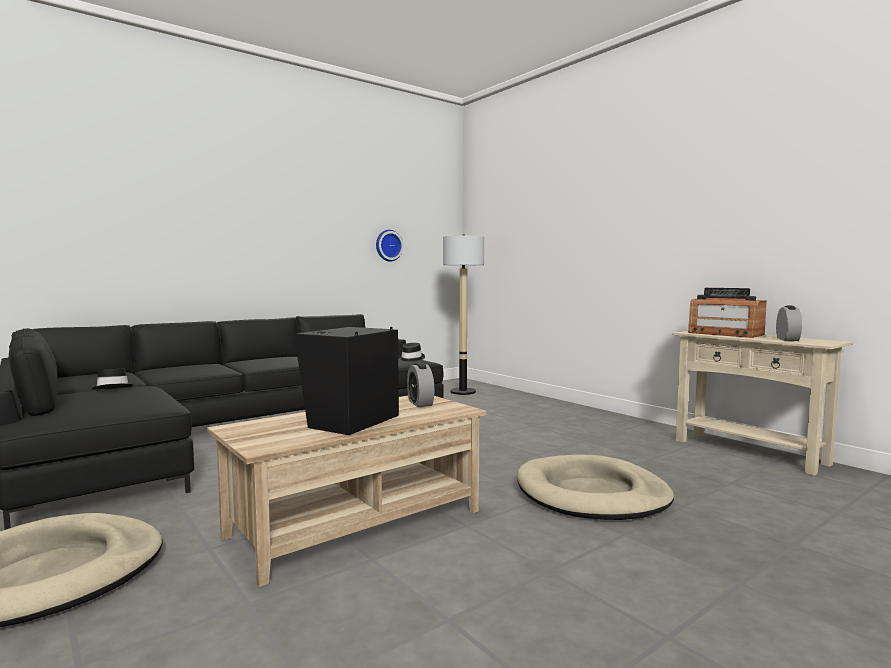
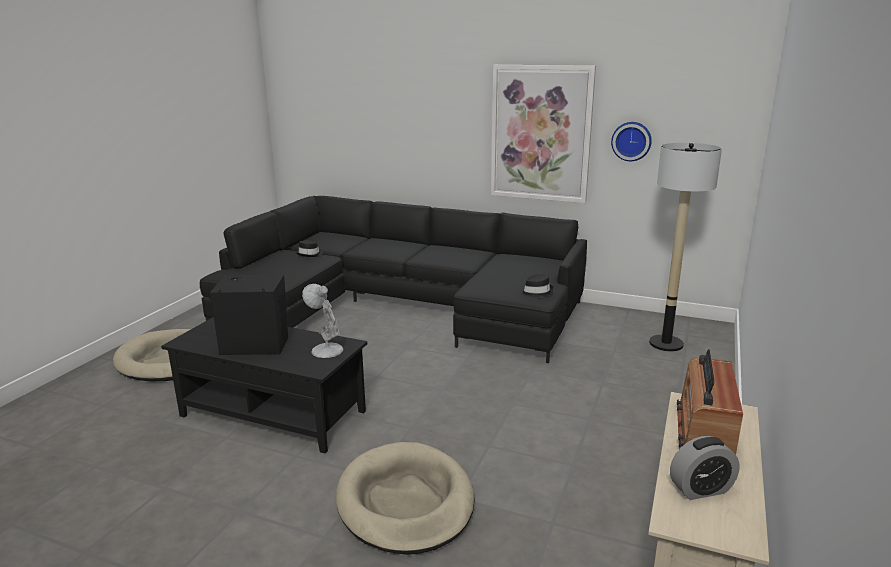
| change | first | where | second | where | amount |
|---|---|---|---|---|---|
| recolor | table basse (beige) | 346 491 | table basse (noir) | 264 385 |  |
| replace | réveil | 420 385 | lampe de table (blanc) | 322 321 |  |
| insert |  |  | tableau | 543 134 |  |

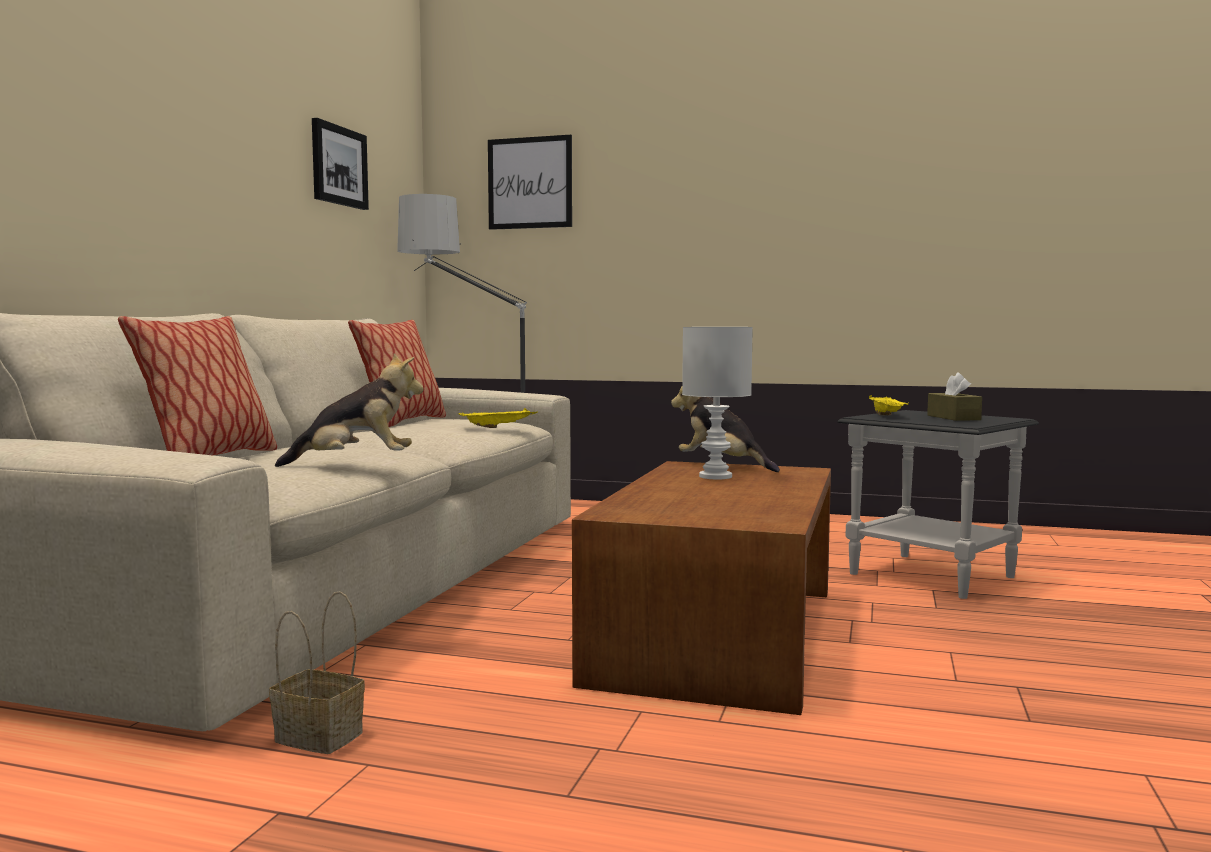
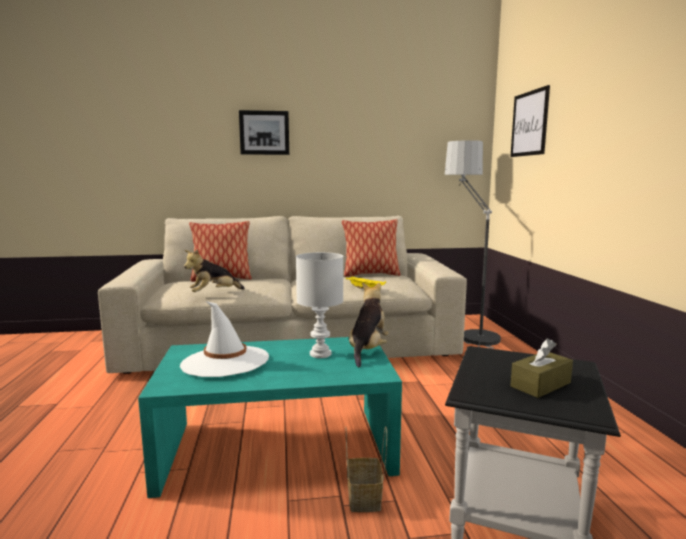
| change | first | where | second | where | amount |
|---|---|---|---|---|---|
| move | panier | 317 672 |  | 366 469 |  |
| rotate | peluche | 349 410 |  | 214 270 | 90 degrees clockwise |
| move | tableau | 340 164 |  | 264 132 |  |
| recolor | table basse (marron) | 701 588 | table basse (turquoise) | 270 417 |  |
| delete | plateau (jaune) | 888 405 |  |  |  |
| insert |  |  | chapeau (blanc) | 224 339 |  |

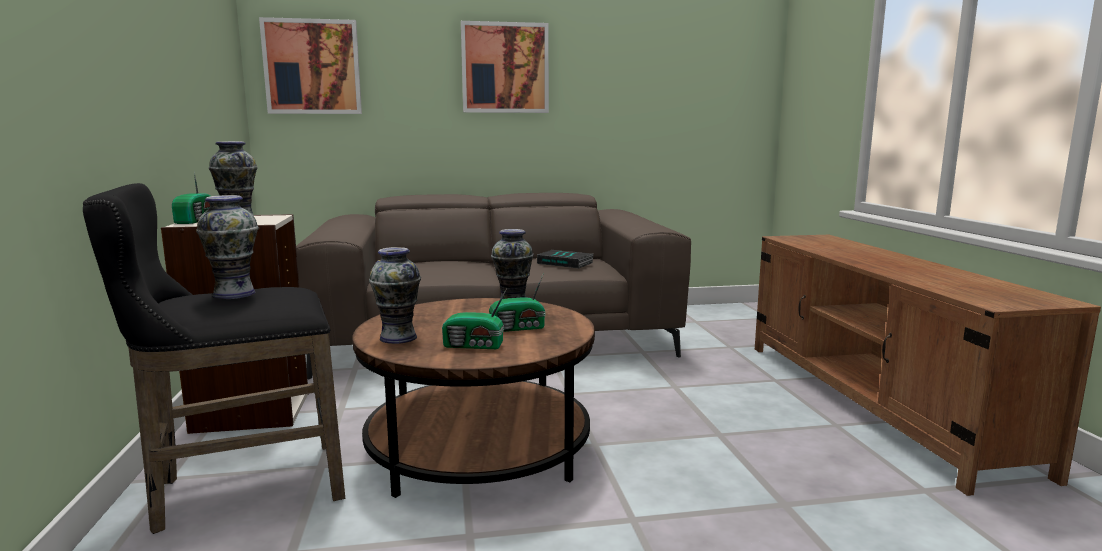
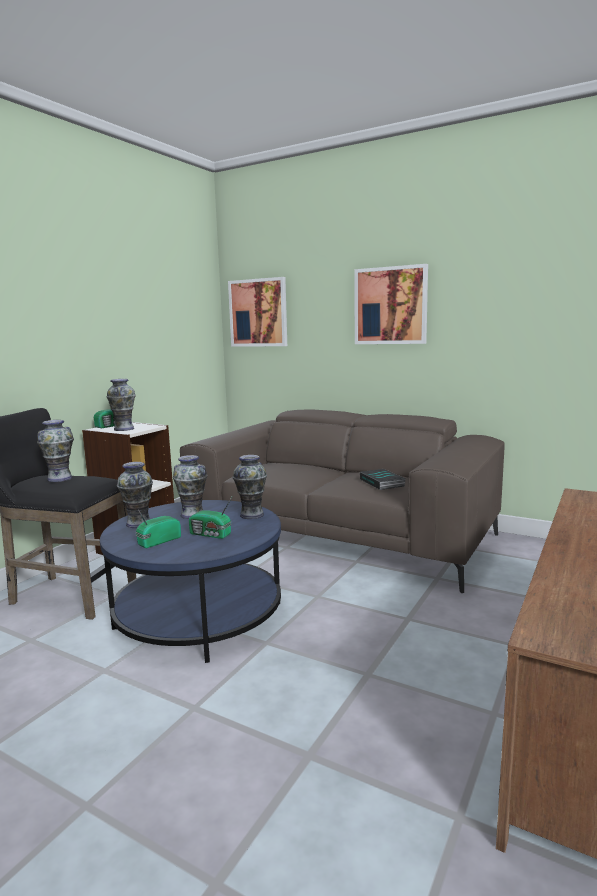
| change | first | where | second | where | amount |
|---|---|---|---|---|---|
| recolor | table basse (marron) | 473 398 | table basse (bleu) | 190 581 |  |
| rotate | radio | 474 319 |  | 158 528 | 90 degrees clockwise |
| insert |  |  | vase | 190 487 |  |

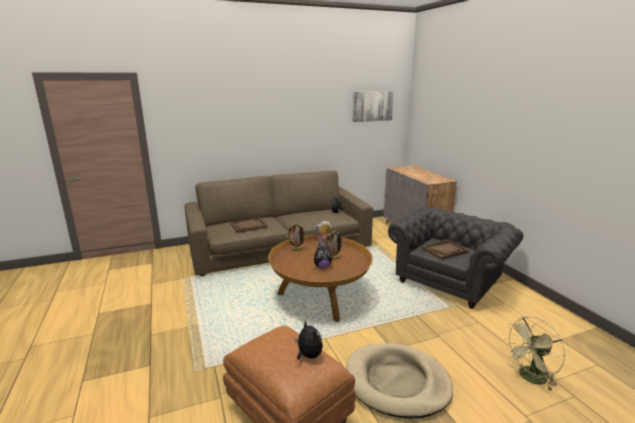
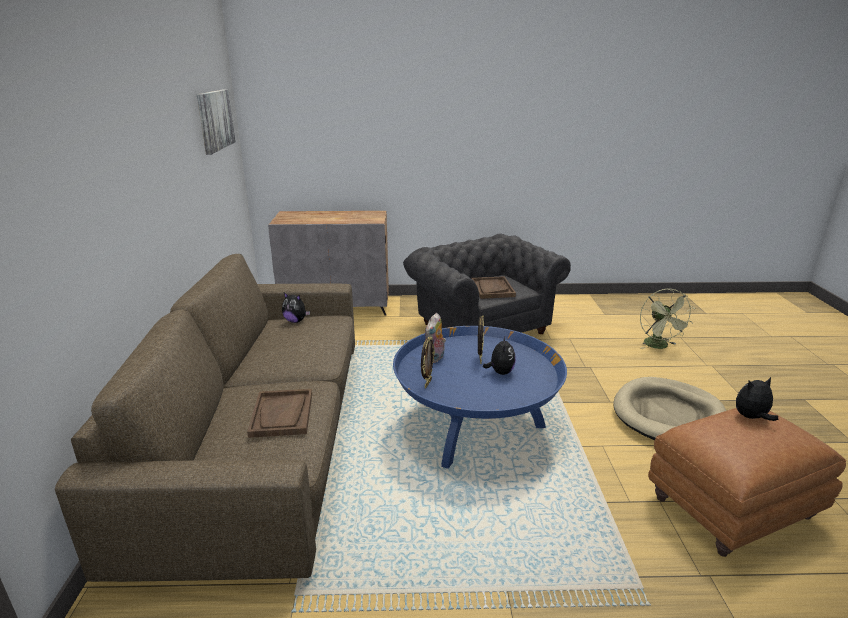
| change | first | where | second | where | amount |
|---|---|---|---|---|---|
| recolor | table basse (marron) | 320 278 | table basse (bleu) | 480 397 |  |

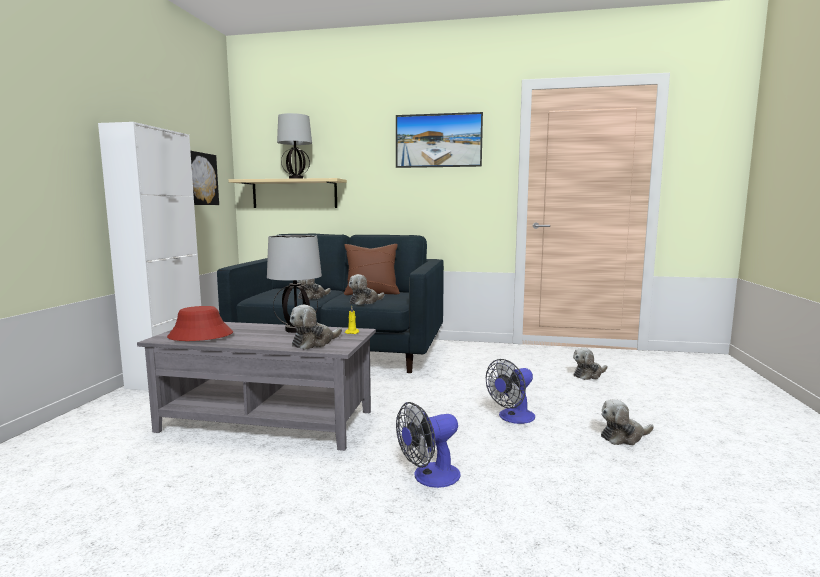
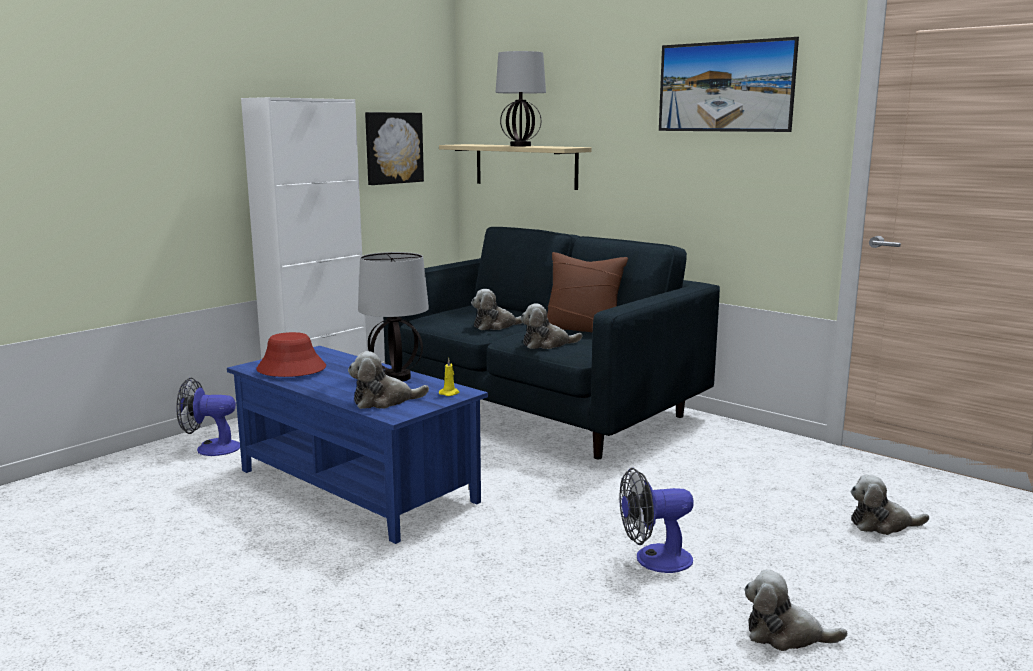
| change | first | where | second | where | amount |
|---|---|---|---|---|---|
| recolor | table basse (gris) | 256 386 | table basse (bleu) | 357 445 |  |
| move | ventilateur | 428 445 |  | 208 417 |  |

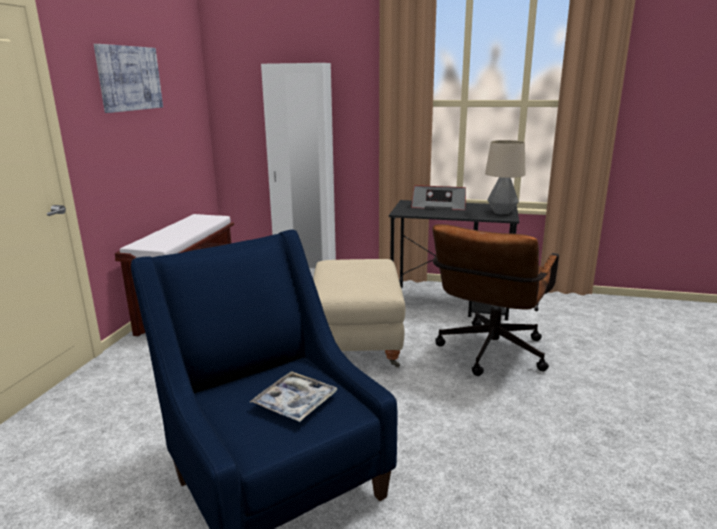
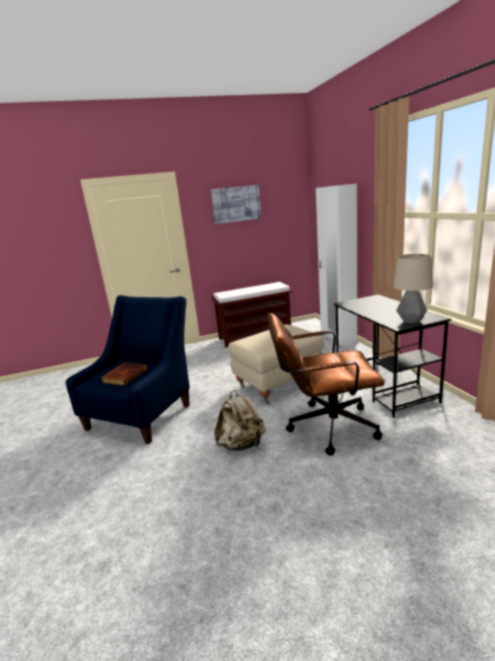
| change | first | where | second | where | amount |
|---|---|---|---|---|---|
| replace | plateau | 294 396 | livre | 124 374 |  |
| delete | radio | 438 197 |  |  |  |
| insert |  |  | sac à dos (beige) | 240 420 |  |

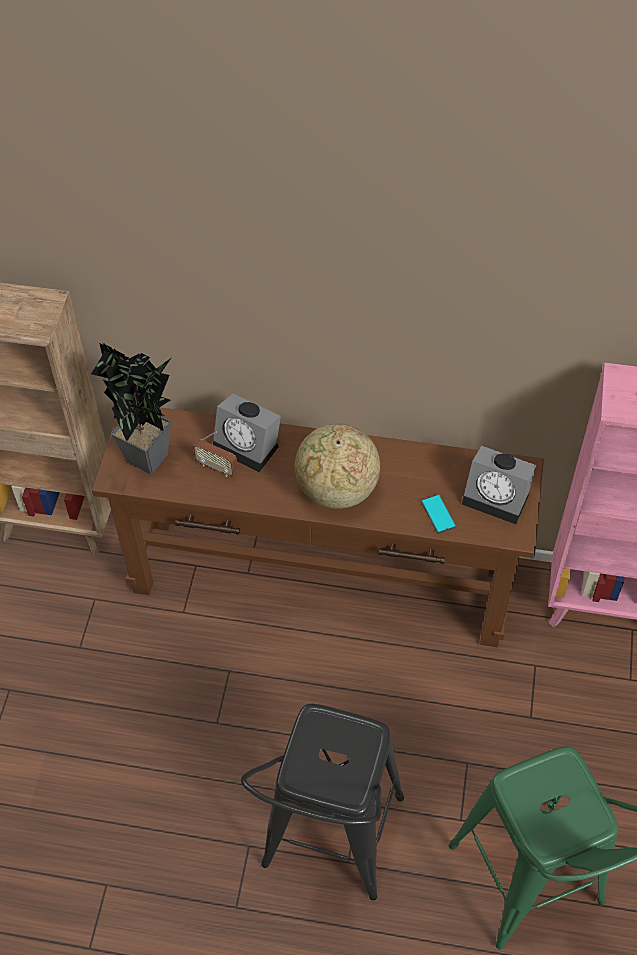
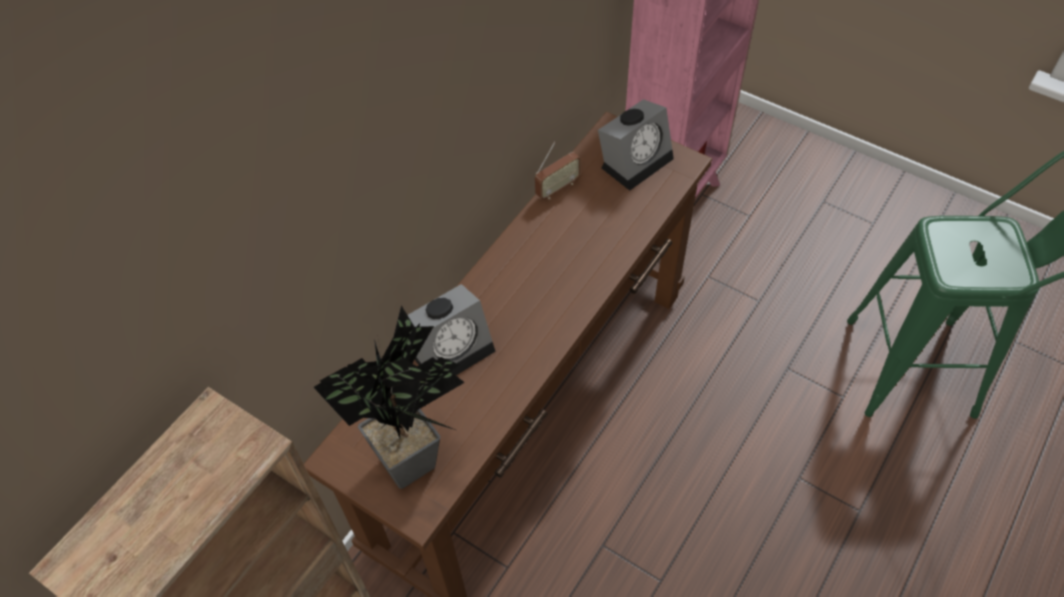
| change | first | where | second | where | amount |
|---|---|---|---|---|---|
| move | radio | 215 454 |  | 558 171 |  |
| delete | tabouret (noir) | 322 802 |  |  |  |
| delete | globe | 337 466 |  |  |  |
| delete | téléphone | 438 514 |  |  |  |

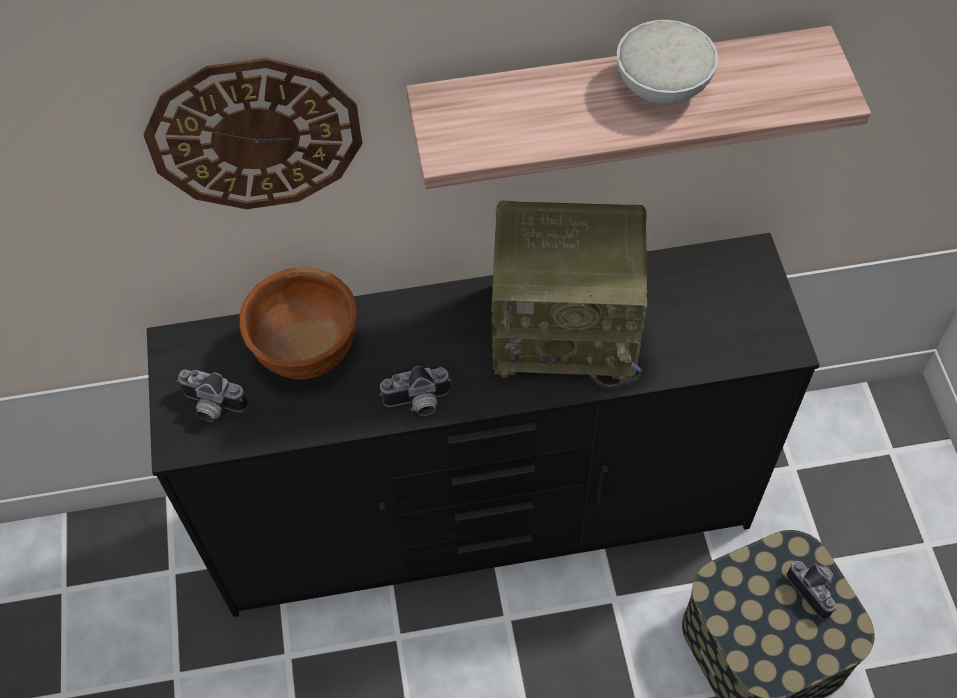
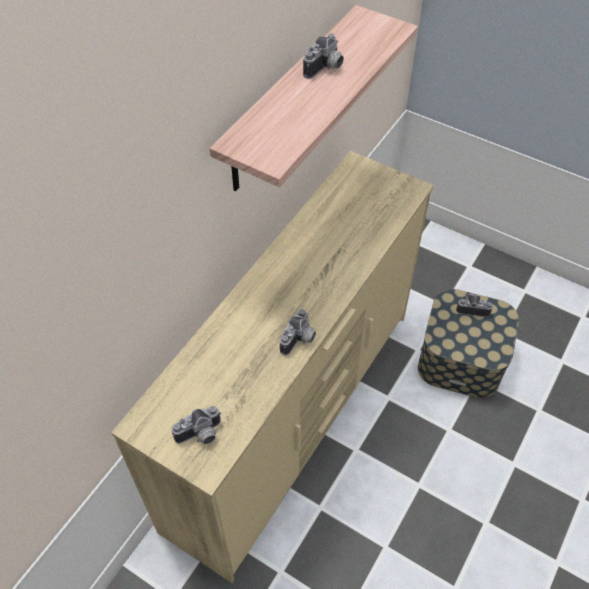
| change | first | where | second | where | amount |
|---|---|---|---|---|---|
| delete | horloge murale | 253 133 |  |  |  |
| recolor | commode (noir) | 483 425 | commode (beige) | 272 367 |  |
| delete | bol (marron) | 298 323 |  |  |  |
| delete | radio | 569 295 |  |  |  |
| replace | bol (blanc) | 667 62 | appareil photo | 323 56 |  |

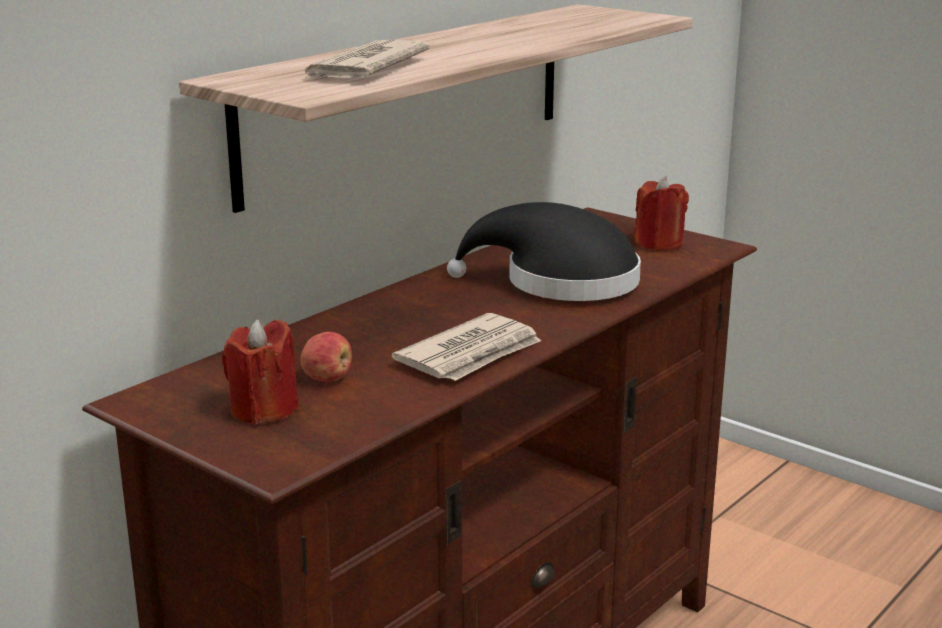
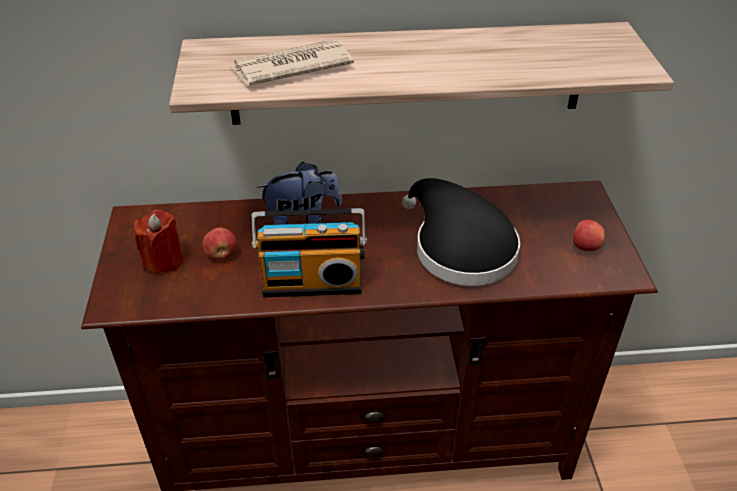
| change | first | where | second | where | amount |
|---|---|---|---|---|---|
| replace | journal | 466 347 | radio | 309 252 |  |
| replace | bougie (rouge) | 661 213 | pomme | 589 235 |  |
| insert |  |  | peluche | 299 193 |  |

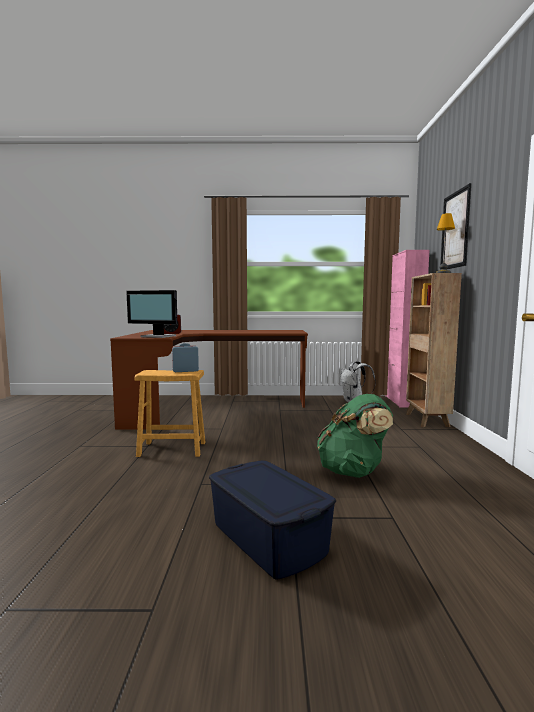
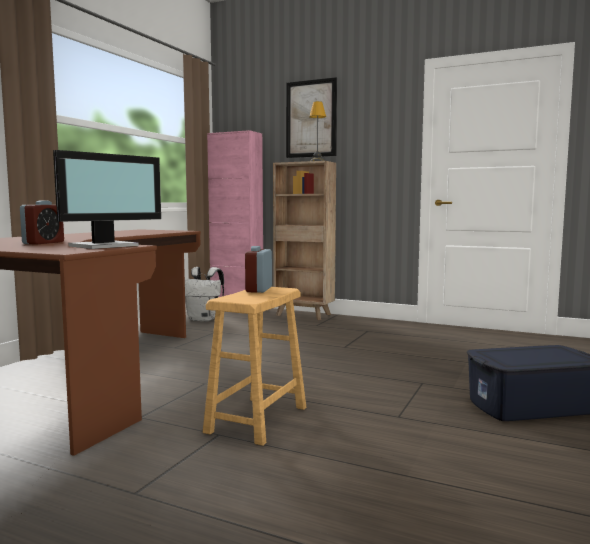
| change | first | where | second | where | amount |
|---|---|---|---|---|---|
| delete | sac à dos (vert) | 355 436 |  |  |  |

